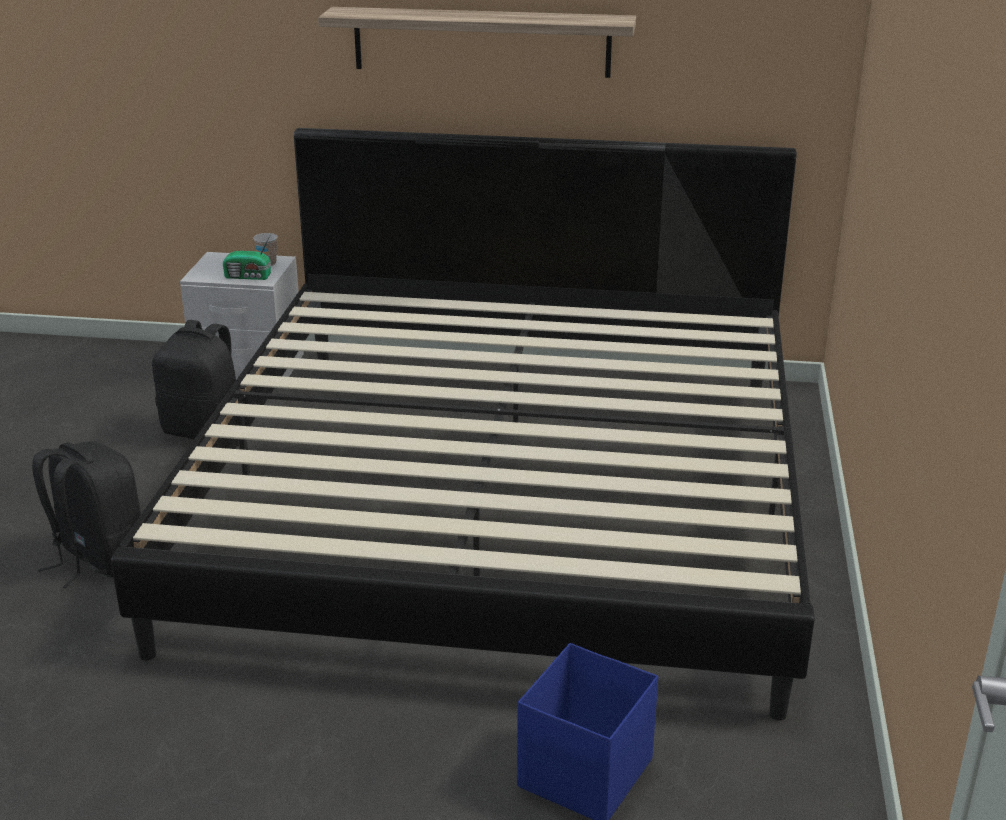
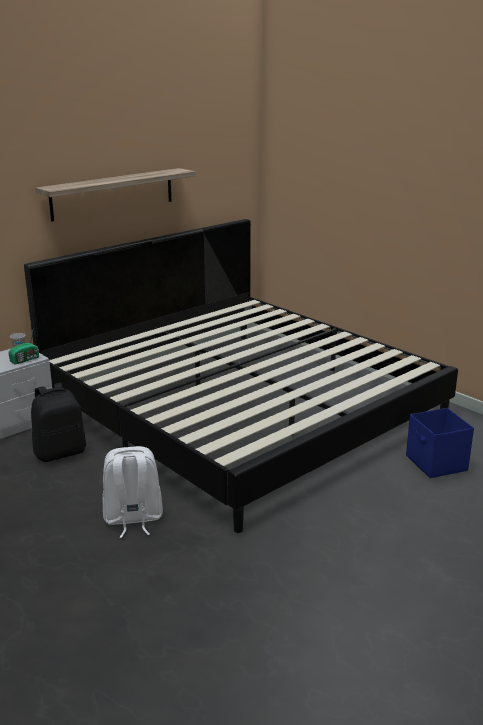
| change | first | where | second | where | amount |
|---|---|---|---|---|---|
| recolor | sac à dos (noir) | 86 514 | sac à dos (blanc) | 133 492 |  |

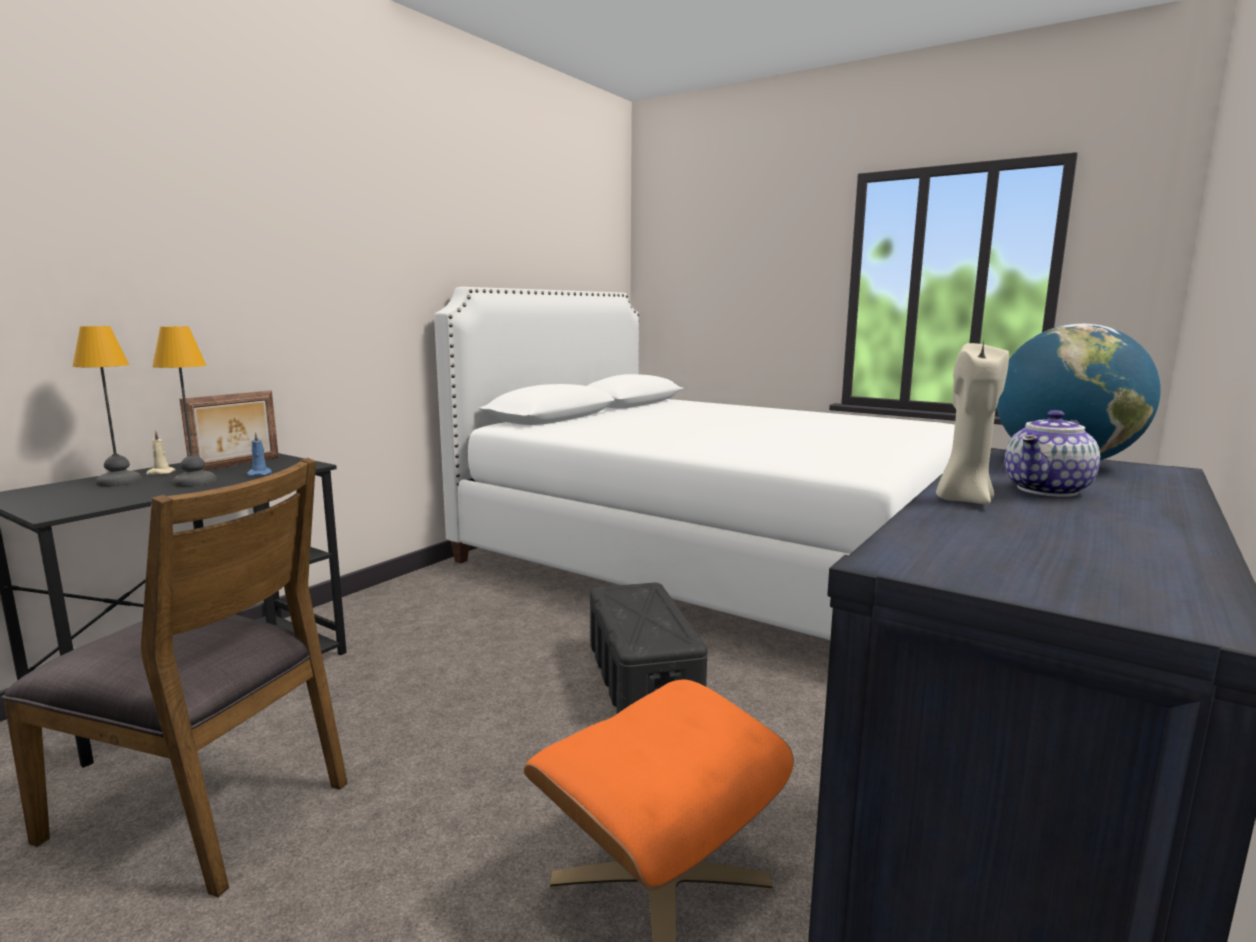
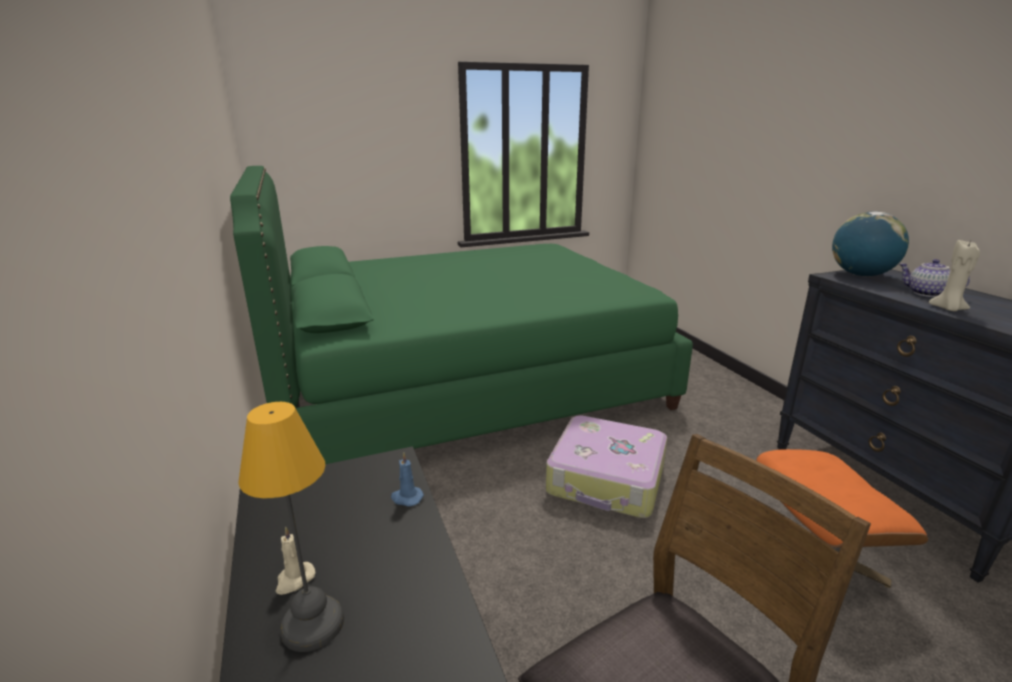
| change | first | where | second | where | amount |
|---|---|---|---|---|---|
| delete | lampe de table | 184 406 |  |  |  |
| delete | cadre photo | 229 430 |  |  |  |
| recolor | lit (blanc) | 694 463 | lit (vert) | 461 315 |  |
| replace | boîte de rangement (noir) | 649 648 | valise | 606 466 |  |
| rotate | théière | 1052 453 |  | 934 278 | 135 degrees clockwise |

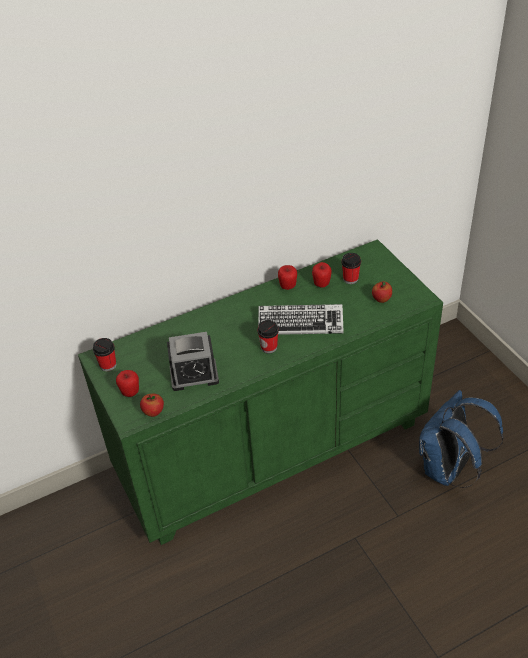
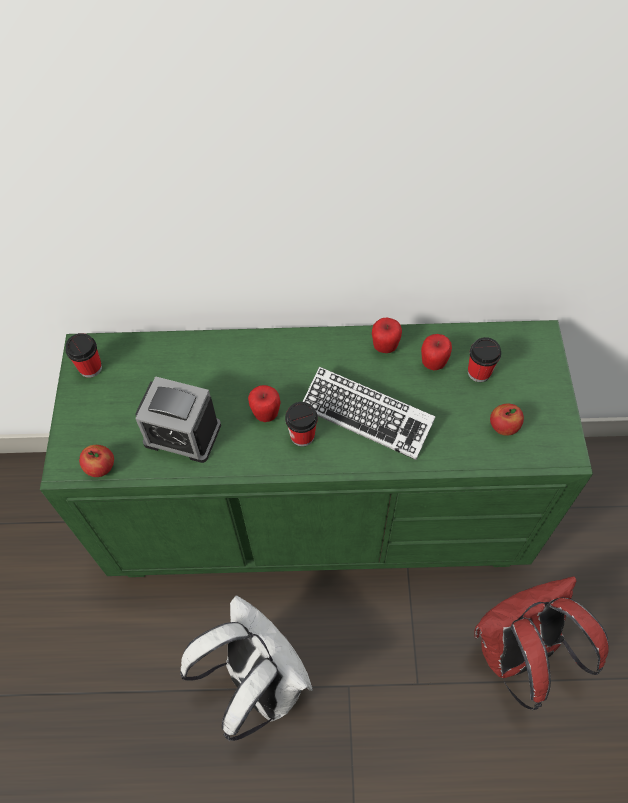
| change | first | where | second | where | amount |
|---|---|---|---|---|---|
| move | pomme | 127 383 |  | 264 403 |  |
| recolor | sac à dos (bleu) | 461 439 | sac à dos (rouge) | 541 643 |  |
| insert |  |  | sac à dos (blanc) | 246 668 |  |

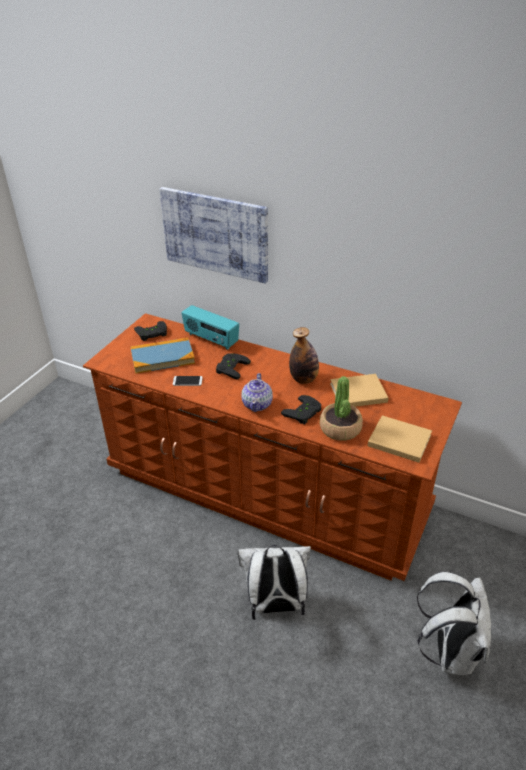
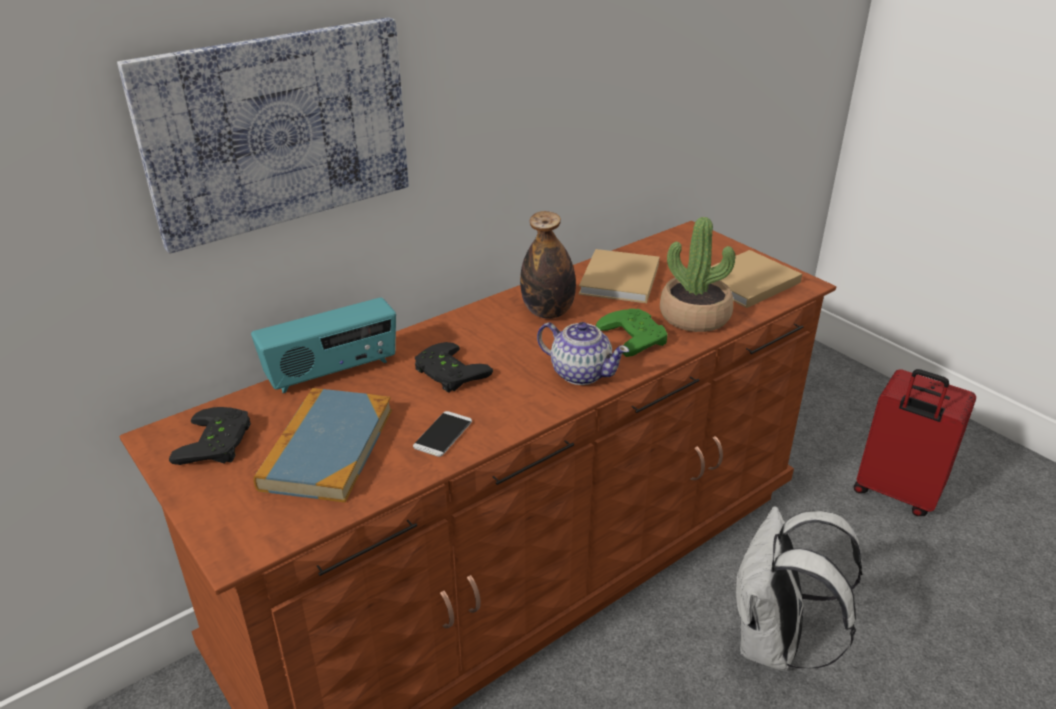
| change | first | where | second | where | amount |
|---|---|---|---|---|---|
| recolor | manette (noir) | 301 409 | manette (vert) | 632 333 |  |
| replace | sac à dos (blanc) | 454 623 | valise (rouge) | 915 442 |  |

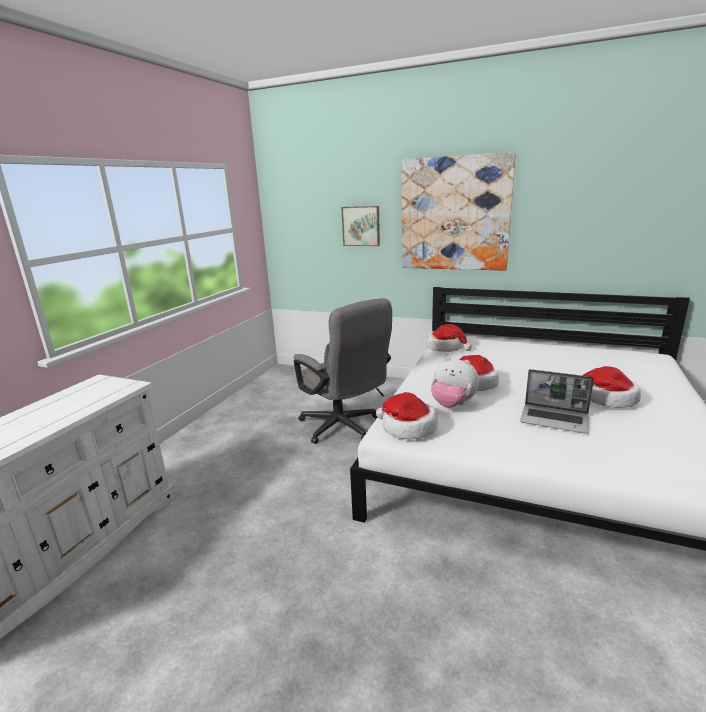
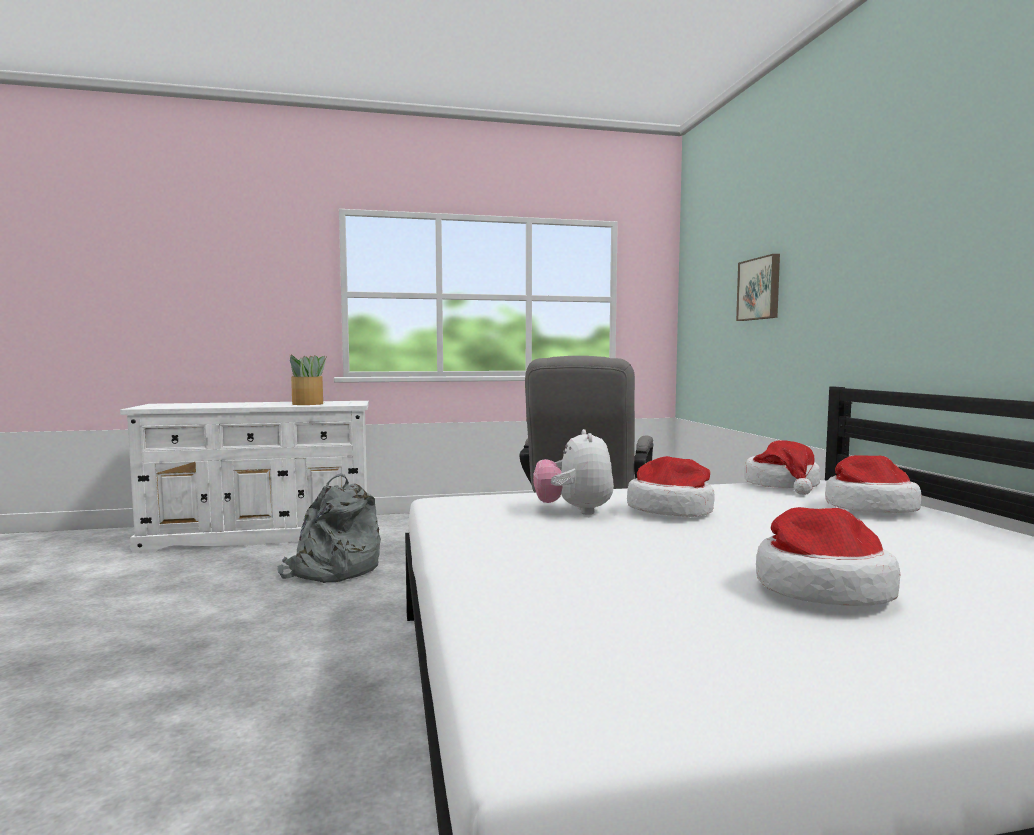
| change | first | where | second | where | amount |
|---|---|---|---|---|---|
| move | chapeau | 407 415 |  | 873 484 |  |
| delete | tableau | 459 211 |  |  |  |
| delete | ordinateur portable | 557 401 |  |  |  |
| insert |  |  | sac à dos (gris) | 329 528 |  |
| insert |  |  | plante en pot | 308 380 |  |

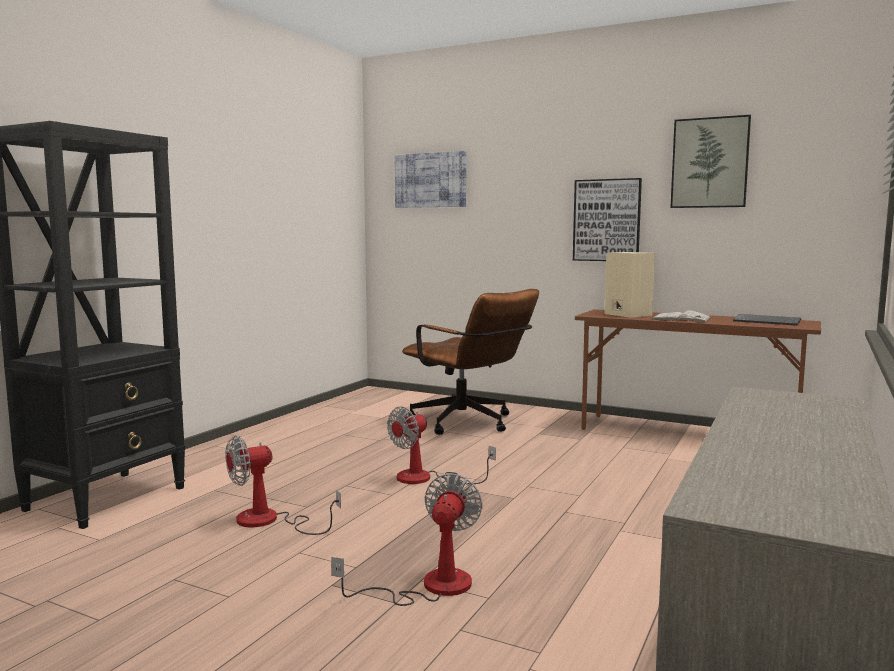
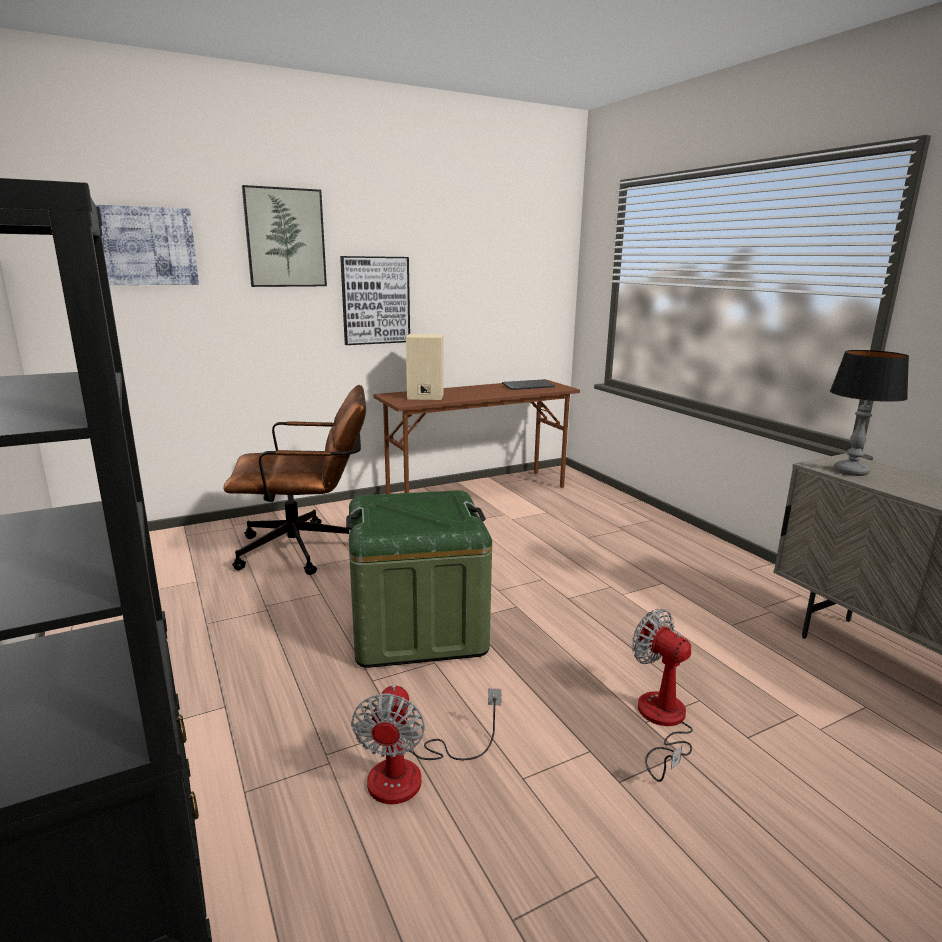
| change | first | where | second | where | amount |
|---|---|---|---|---|---|
| replace | ventilateur | 441 445 | boîte de rangement (vert) | 419 579 |  |
| delete | livre (blanc) | 681 316 |  |  |  |
| move | tableau | 710 161 |  | 284 236 |  |
| insert |  |  | lampe de table | 869 413 |  |

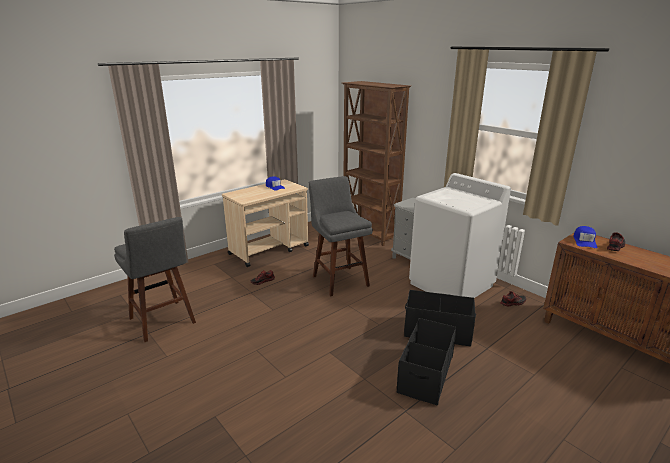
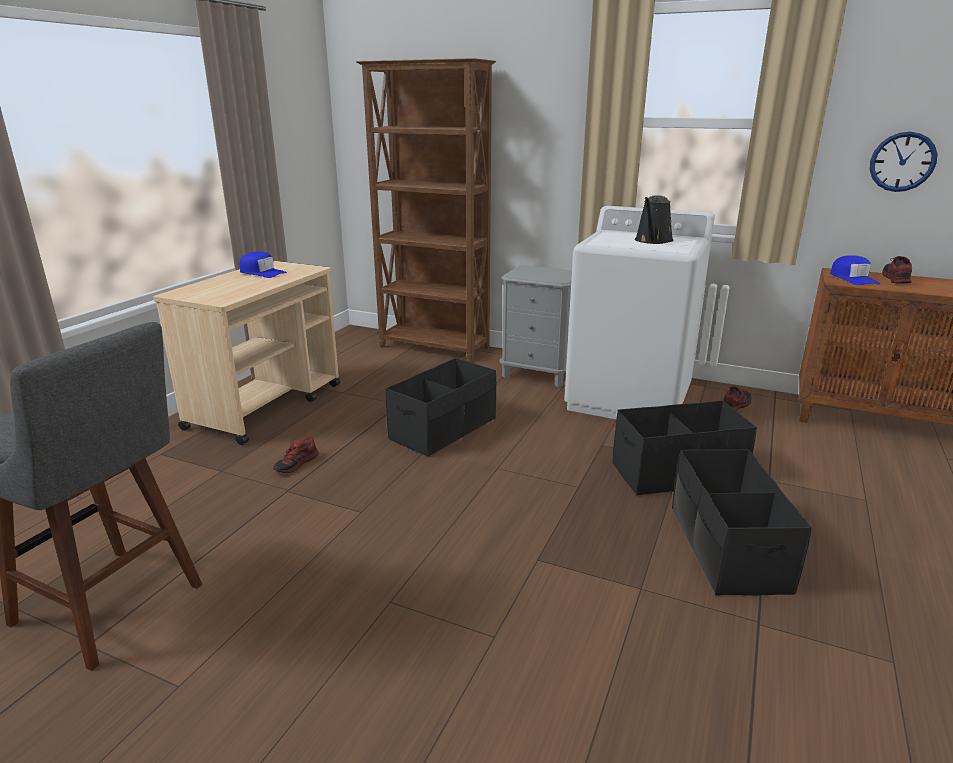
| change | first | where | second | where | amount |
|---|---|---|---|---|---|
| replace | tabouret (gris) | 341 236 | boîte de rangement (noir) | 440 407 |  |
| insert |  |  | arrosoir (noir) | 654 219 |  |
| insert |  |  | horloge murale | 903 162 |  |

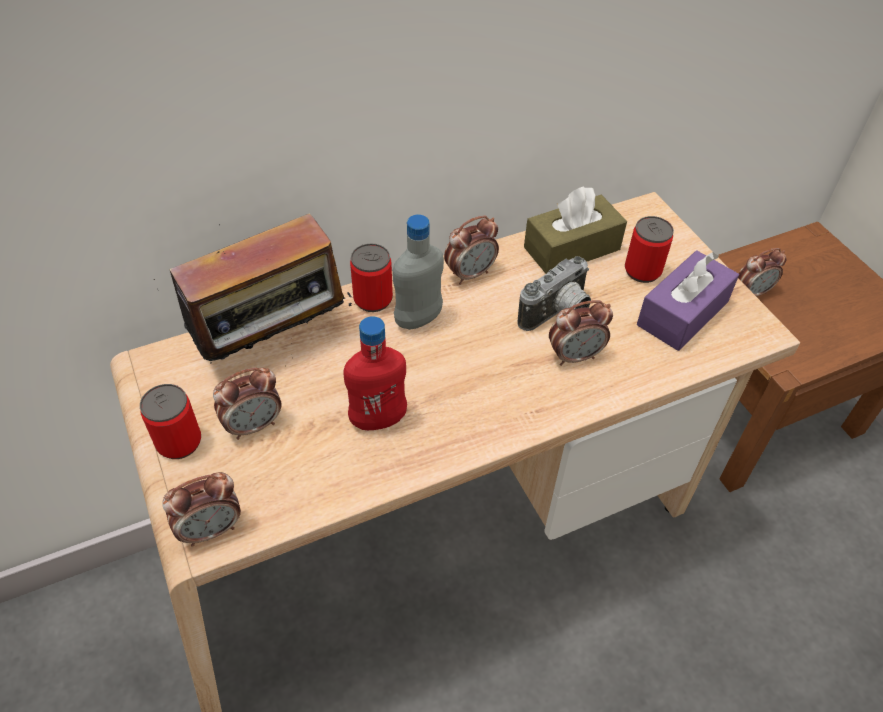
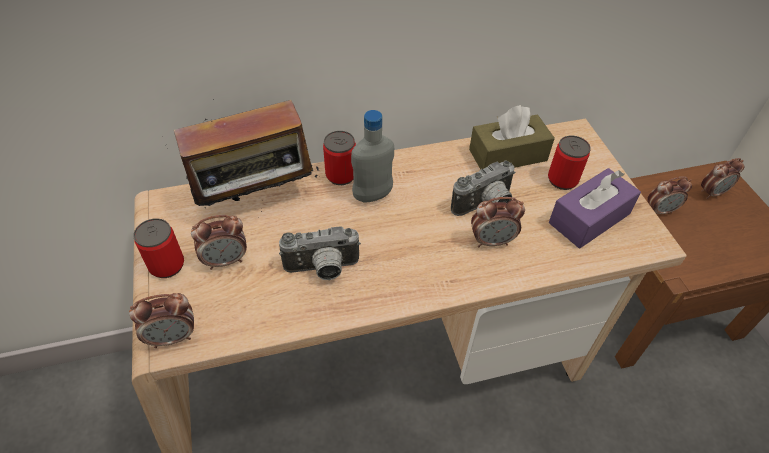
| change | first | where | second | where | amount |
|---|---|---|---|---|---|
| replace | bouteille (rouge) | 375 373 | appareil photo | 320 253 |  |
| move | réveil | 471 250 |  | 722 178 |  |

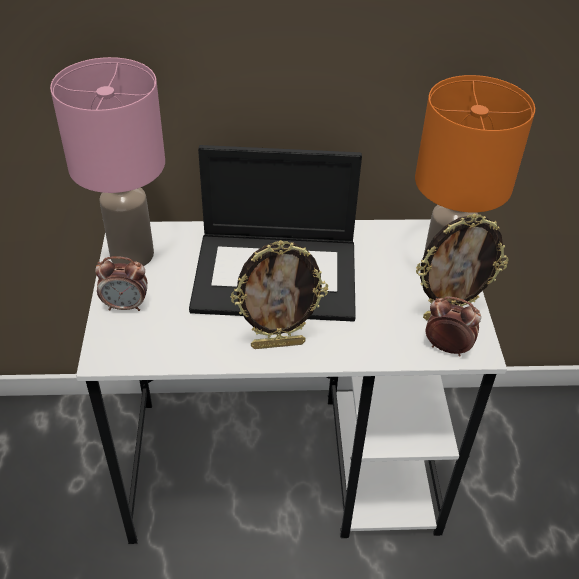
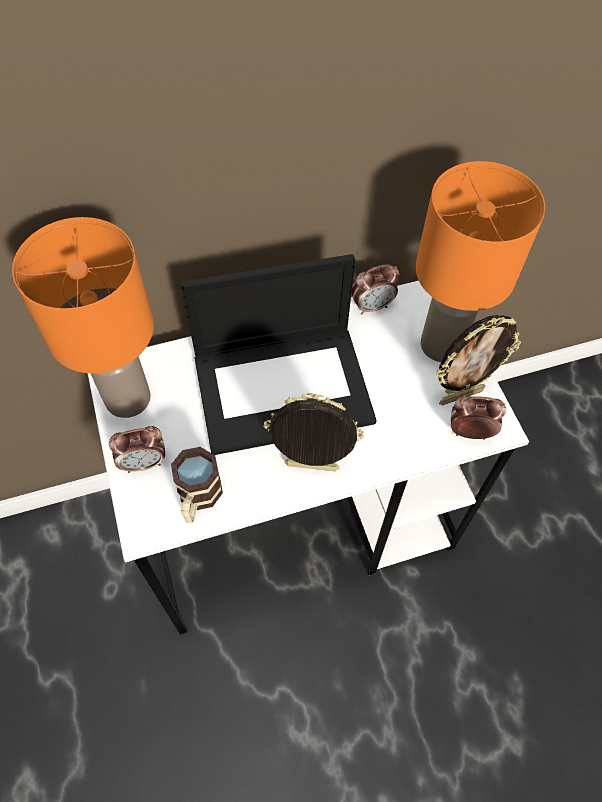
| change | first | where | second | where | amount |
|---|---|---|---|---|---|
| recolor | lampe de table (rose) | 107 161 | lampe de table (orange) | 83 317 |  |
| rotate | cadre photo | 279 294 |  | 313 432 | 150 degrees counterclockwise |
| insert |  |  | mug | 197 485 |  |
| insert |  |  | réveil | 375 289 |  |

